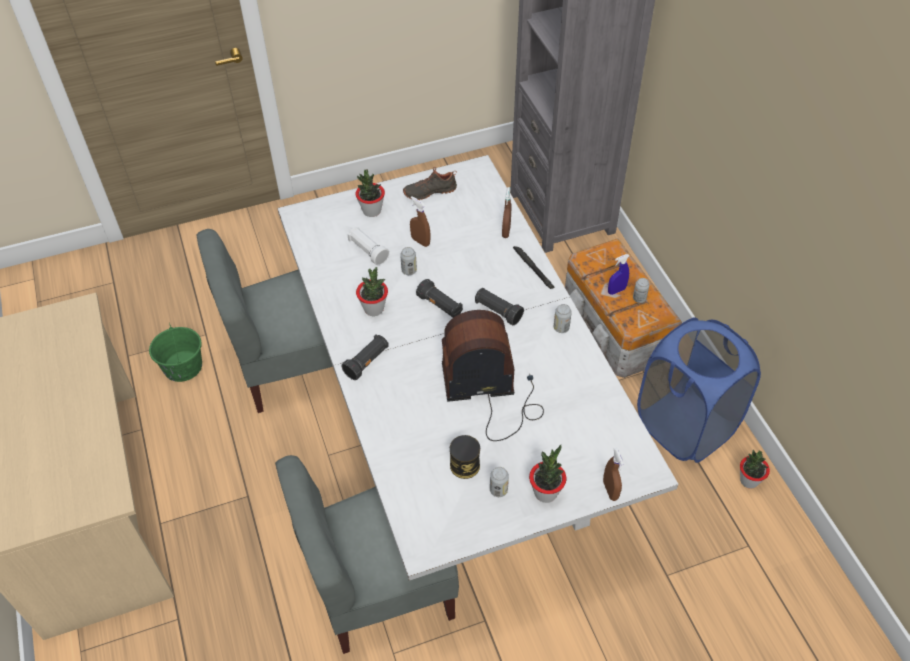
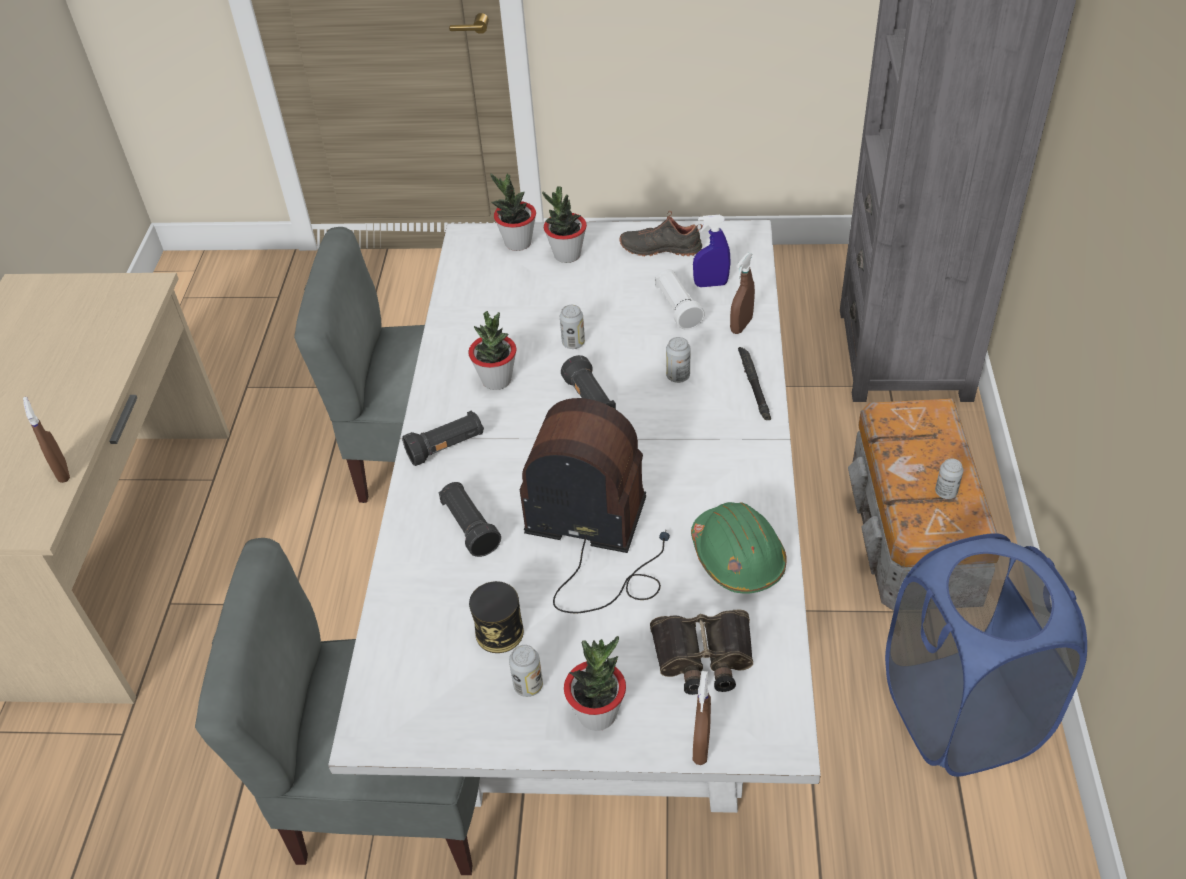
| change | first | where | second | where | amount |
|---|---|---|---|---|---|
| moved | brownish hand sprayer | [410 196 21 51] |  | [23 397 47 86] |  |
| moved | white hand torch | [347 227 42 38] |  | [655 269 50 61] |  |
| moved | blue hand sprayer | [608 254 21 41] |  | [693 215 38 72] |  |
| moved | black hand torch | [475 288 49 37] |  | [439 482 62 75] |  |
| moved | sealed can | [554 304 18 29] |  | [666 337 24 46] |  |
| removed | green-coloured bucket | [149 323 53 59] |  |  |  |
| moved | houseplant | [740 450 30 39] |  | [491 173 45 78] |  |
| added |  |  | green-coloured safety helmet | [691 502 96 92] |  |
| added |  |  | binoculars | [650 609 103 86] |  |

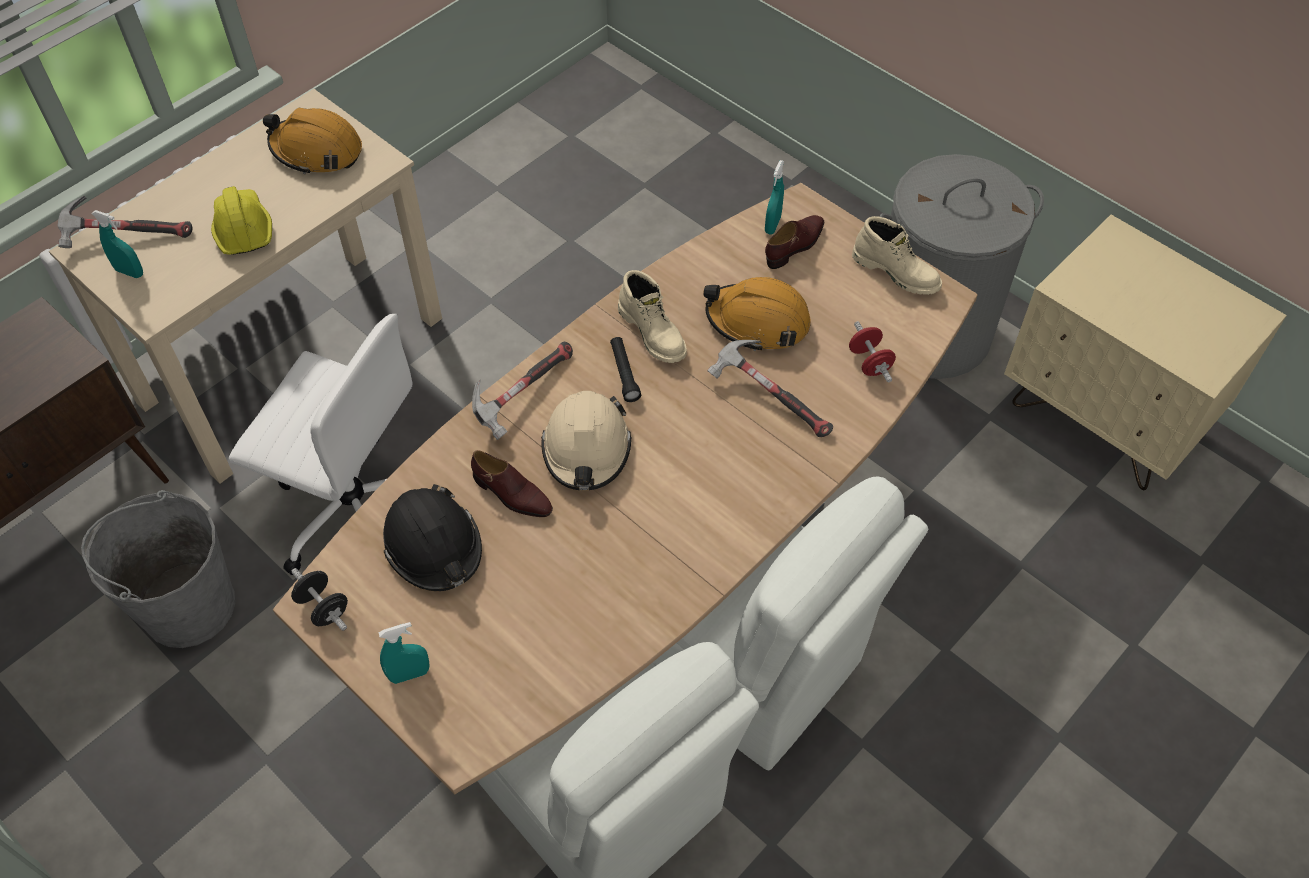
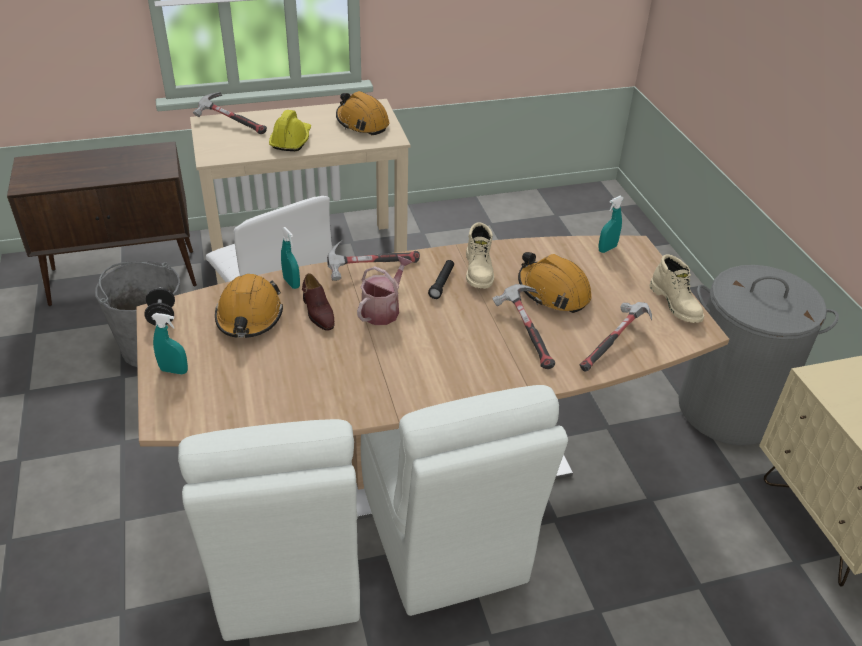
| change | first | where | second | where | amount |
|---|---|---|---|---|---|
| moved | blue-green hand sprayer | [91 210 52 68] |  | [281 227 19 62] |  |
| removed | brownish low shoe | [765 215 59 54] |  |  |  |
| replaced | reddish hand weight | [849 321 47 61] | hand hammer | [580 302 72 70] |  |
| replaced | beige safety helmet | [541 391 90 99] | watering can | [357 256 55 69] |  |
| recoloured | black safety helmet | [383 484 99 107] | orange-coloured safety helmet | [215 274 68 64] |  |

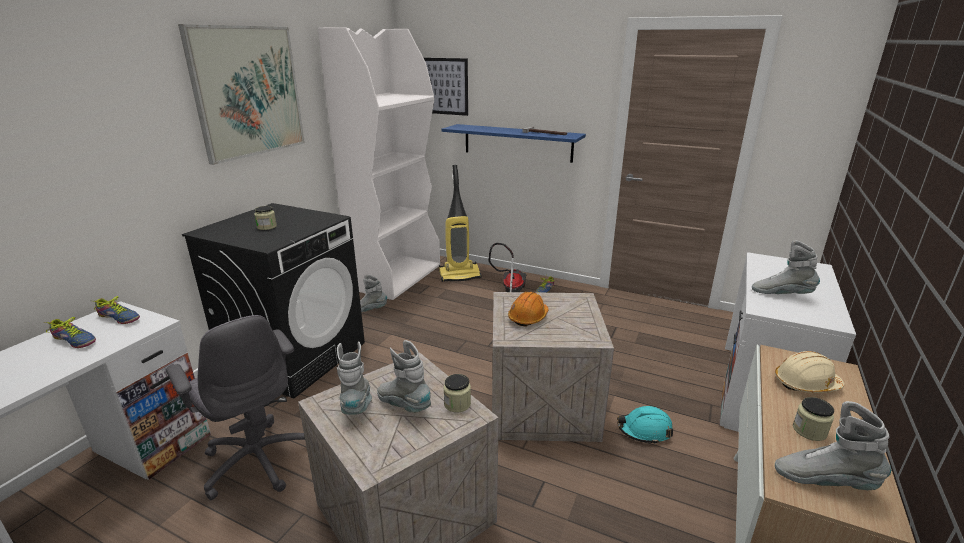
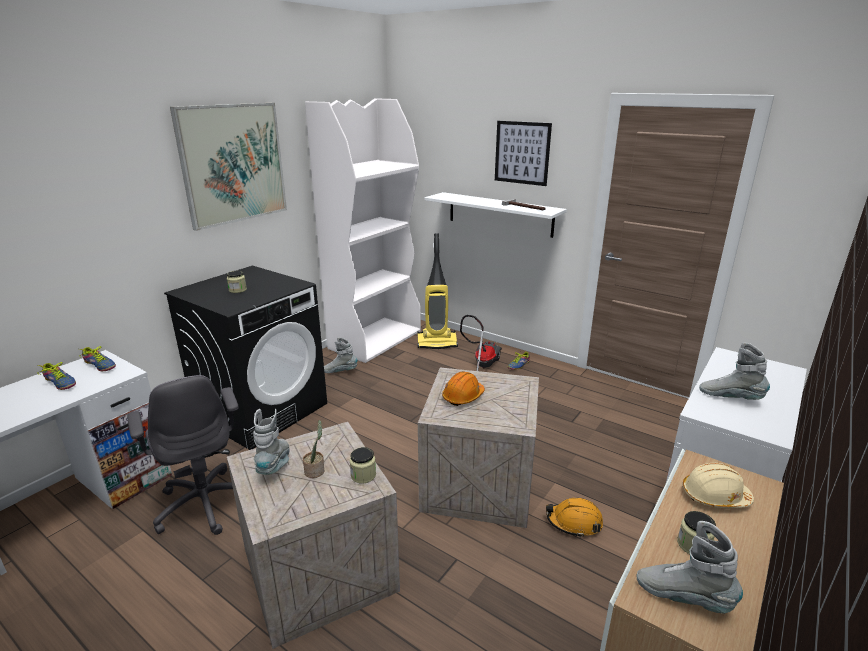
| change | first | where | second | where | amount |
|---|---|---|---|---|---|
| moved | wall art | [424 58 44 58] |  | [495 121 57 65] |  |
| recoloured | blue wall shelf | [442 124 144 39] | white wall shelf | [424 192 143 46] |  |
| replaced | grey boot | [377 340 54 73] | houseplant | [303 420 21 58] |  |
| recoloured | blue-green safety helmet | [617 406 56 38] | orange-coloured safety helmet | [546 498 57 40] |  |

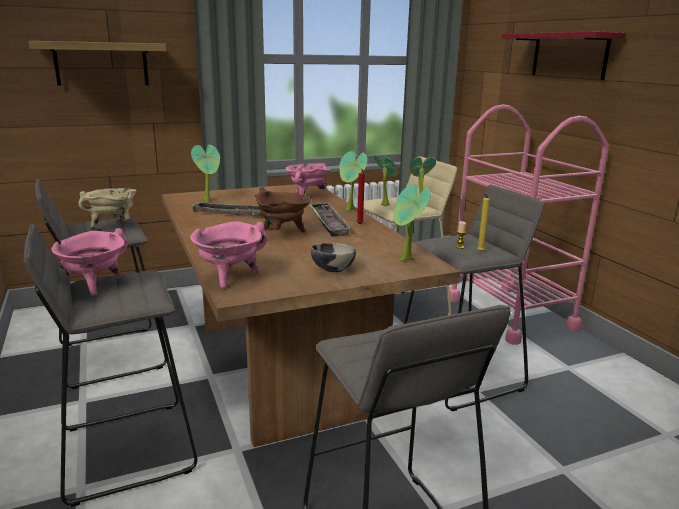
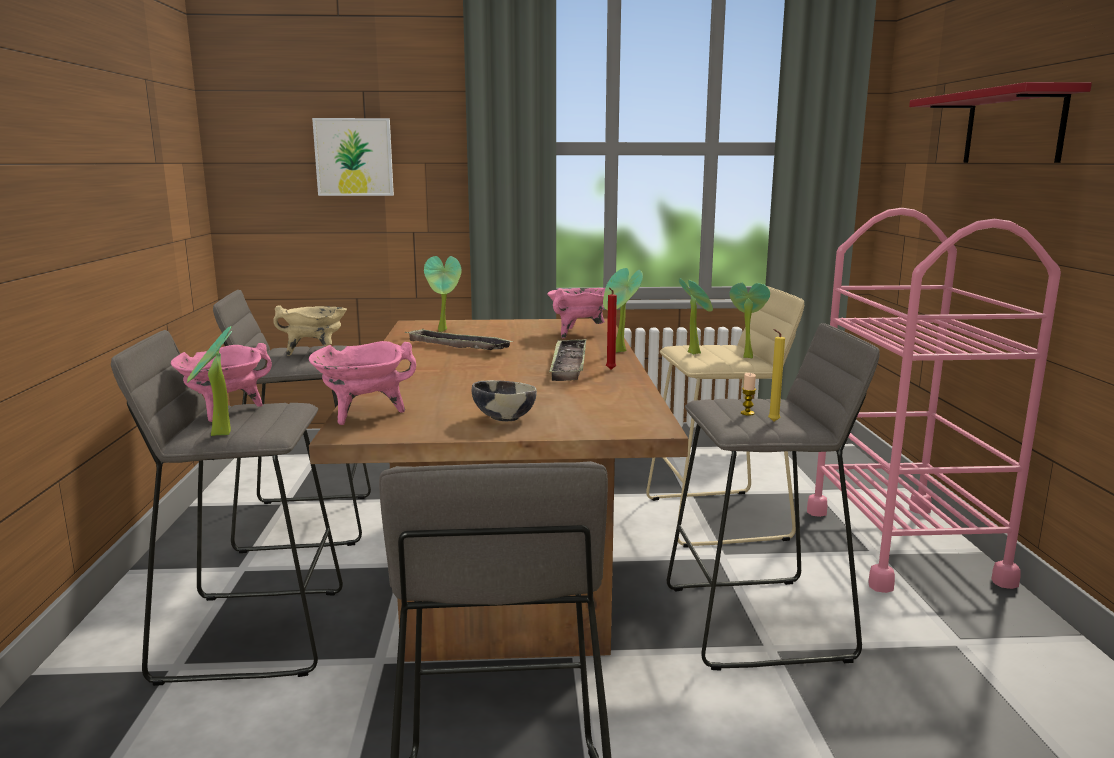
| change | first | where | second | where | amount |
|---|---|---|---|---|---|
| replaced | wall shelf | [29 41 137 45] | wall art | [312 118 82 78] |  |
| moved | houseplant | [393 184 38 77] |  | [186 326 46 110] |  |
| removed | brownish saucepot | [255 187 56 46] |  |  |  |

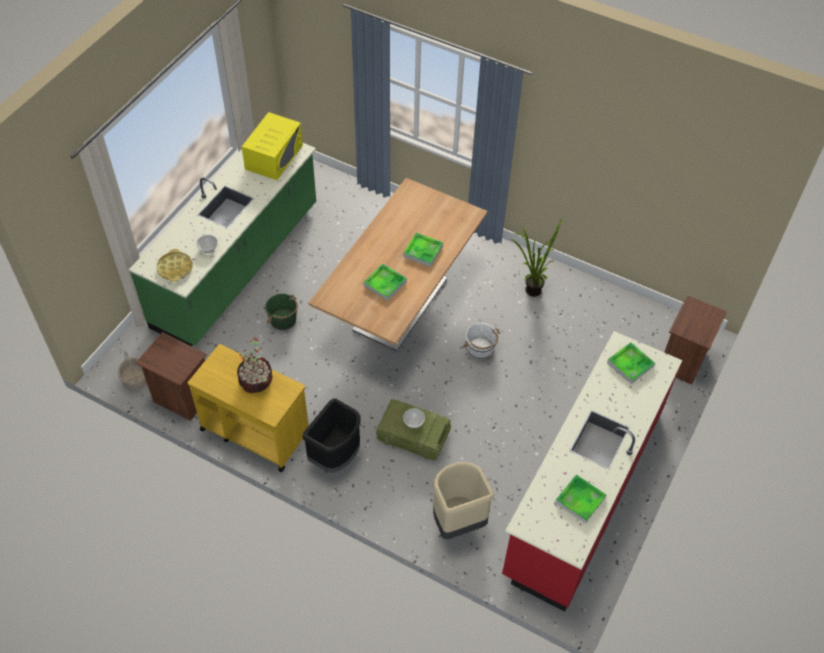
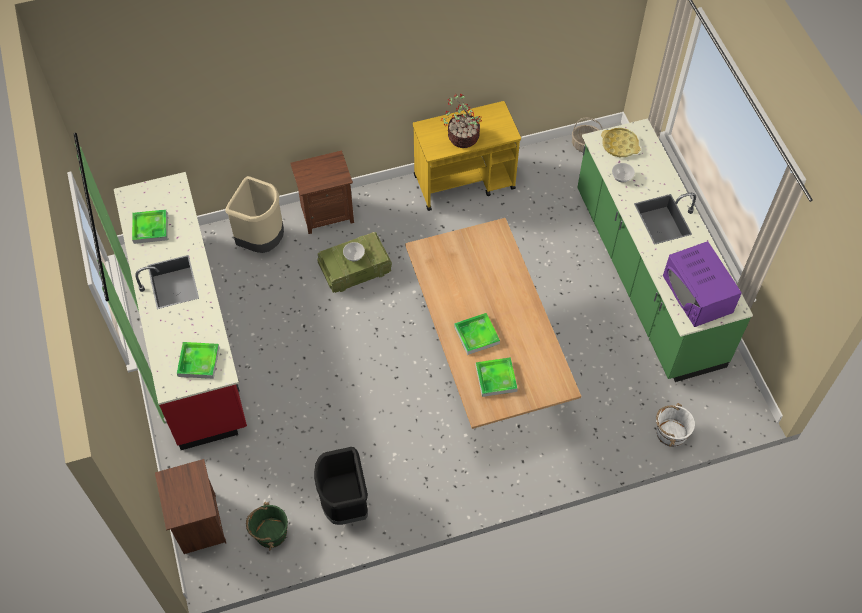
| change | first | where | second | where | amount |
|---|---|---|---|---|---|
| recoloured | yellowish kitchen microwave | [242 112 61 68] | purple-coloured kitchen microwave | [663 241 79 86] |  |
| removed | houseplant | [510 218 52 79] |  |  |  |
| moved | tray | [363 263 44 38] |  | [476 357 42 40] |  |
| moved | green-coloured bucket | [265 294 33 36] |  | [246 502 42 48] |  |
| moved | white bucket | [462 323 38 37] |  | [656 403 39 44] |  |
| moved | brownish bedside table | [136 332 71 89] |  | [290 150 64 84] |  |
| moved | black rubbish bin | [302 398 59 75] |  | [314 447 54 78] |  |

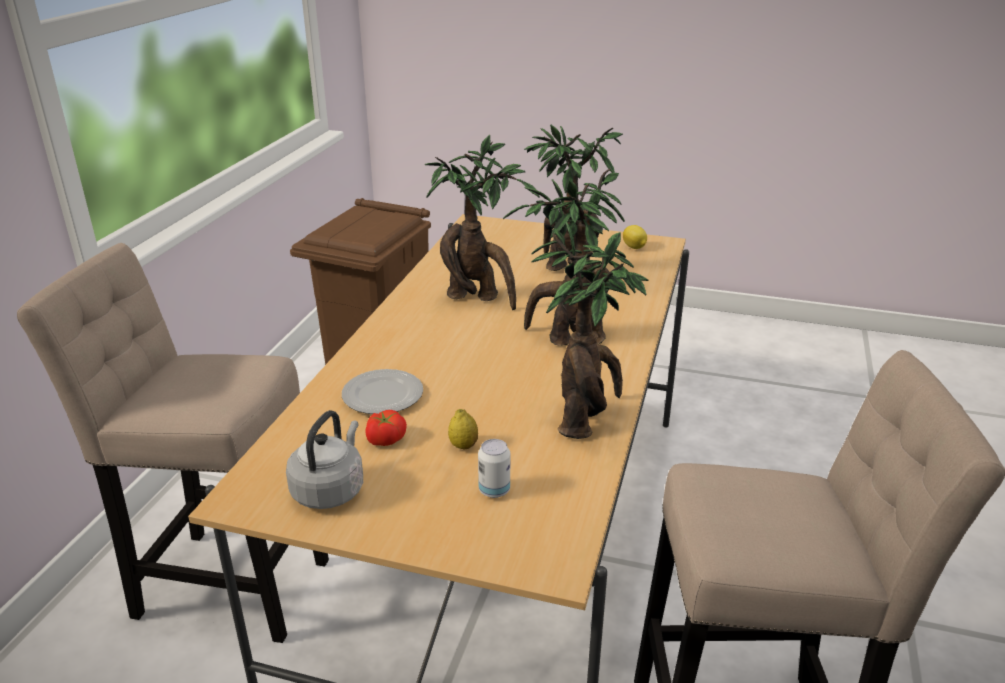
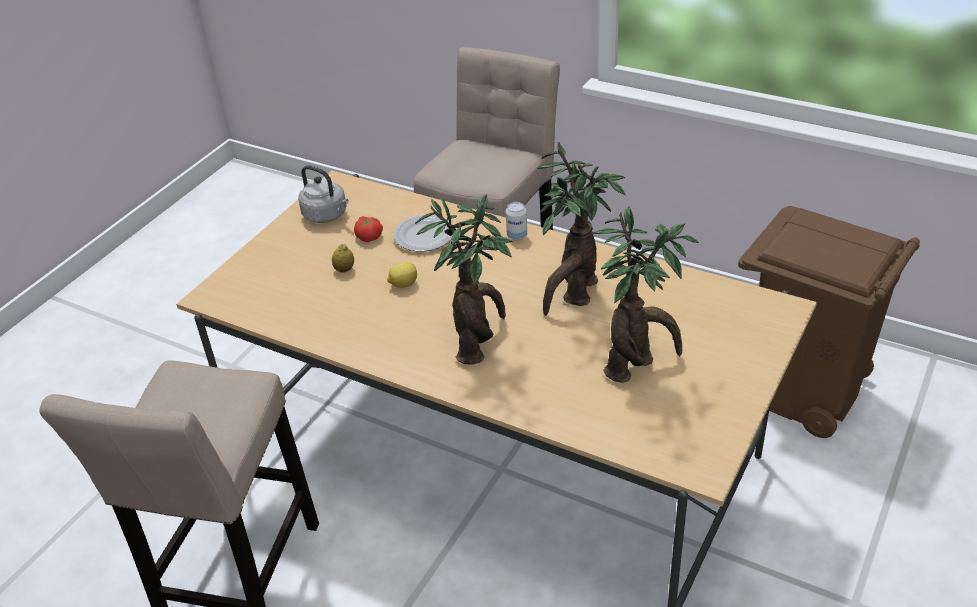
| change | first | where | second | where | amount |
|---|---|---|---|---|---|
| removed | houseplant | [531 221 118 218] |  |  |  |
| moved | lemon | [623 225 24 24] |  | [387 262 30 26] |  |
| moved | sealed can | [478 439 32 59] |  | [506 202 21 38] |  |

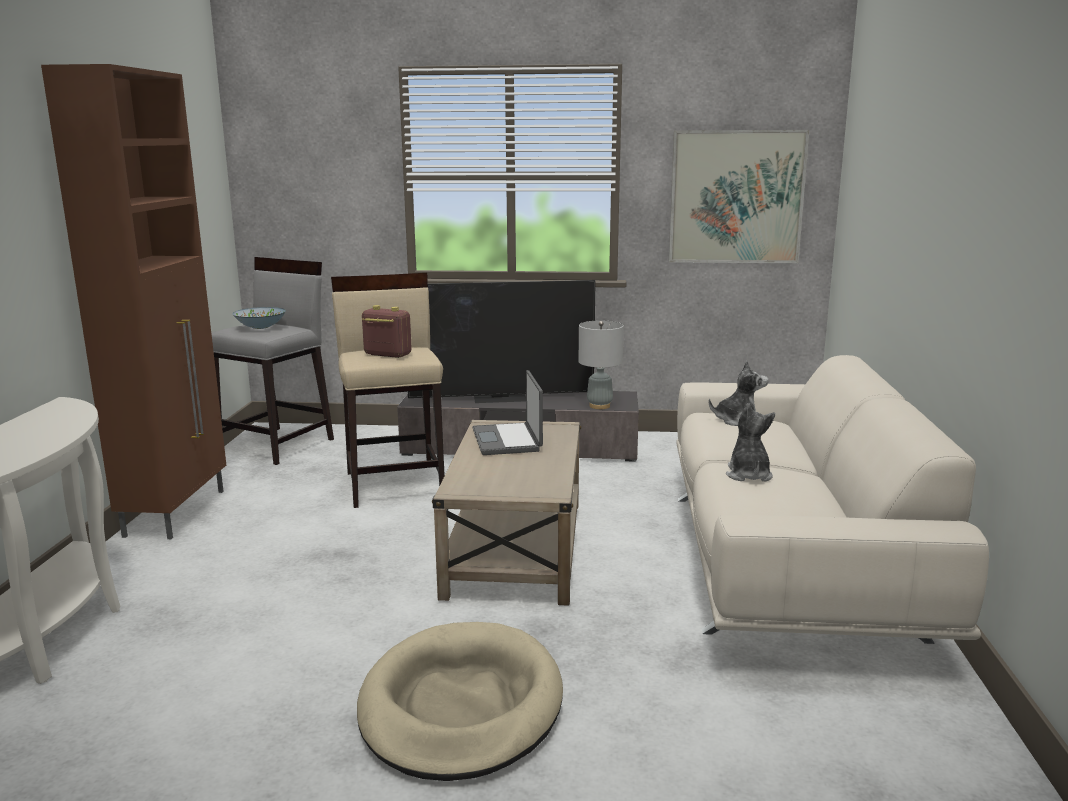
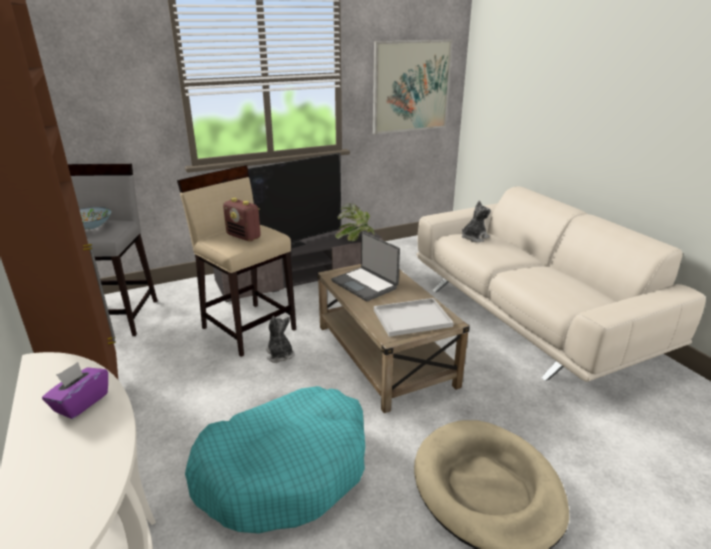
| change | first | where | second | where | amount |
|---|---|---|---|---|---|
| turned | radio set | [362 305 50 53] |  | [223 198 38 43] | 135 degrees counterclockwise |
| replaced | grey lamp for a table | [579 321 45 88] | houseplant | [335 203 40 38] |  |
| moved | soft toy | [726 403 49 79] |  | [266 316 28 47] |  |
| added |  |  | white tray | [374 298 80 39] |  |
| added |  |  | purple-coloured tissue holder | [42 362 66 57] |  |
| added |  |  | blue-green dog cushion | [185 386 180 147] |  |

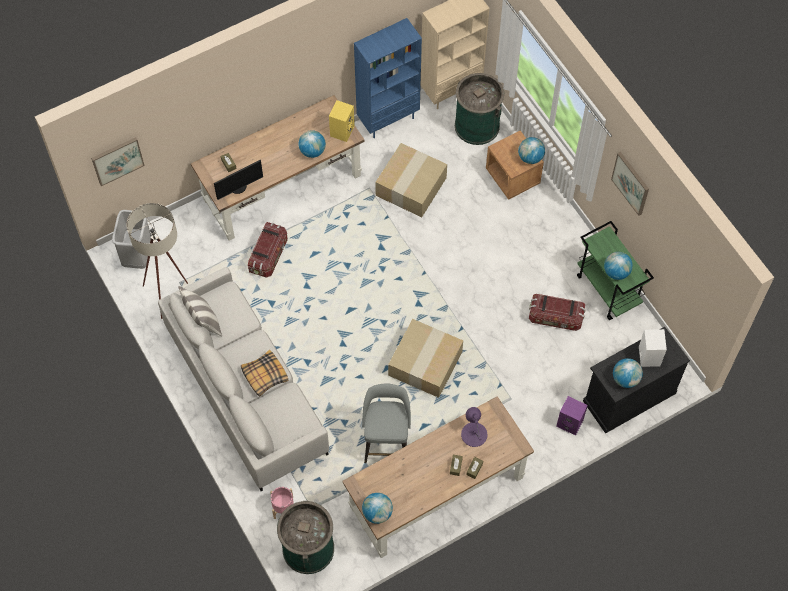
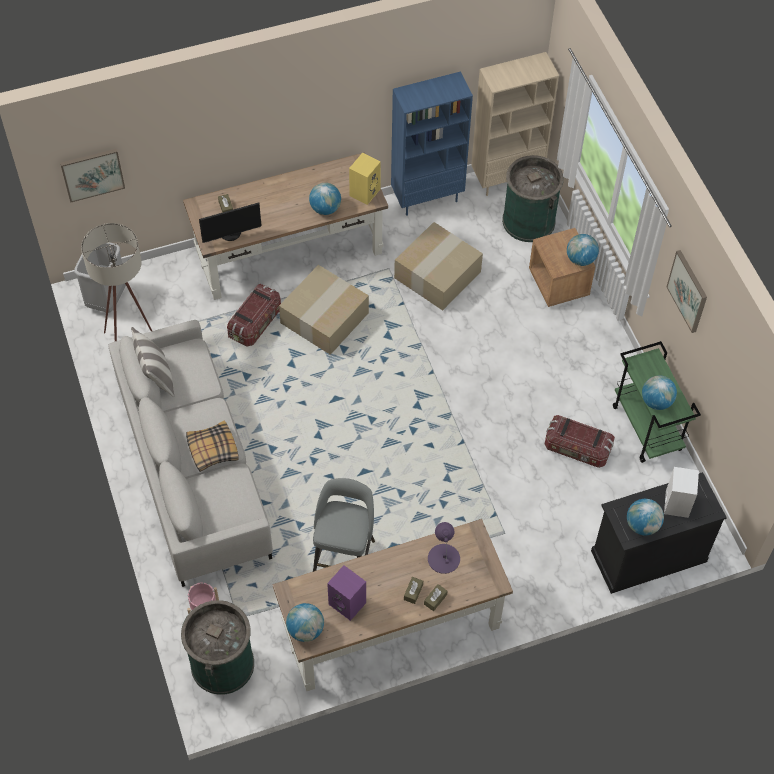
| change | first | where | second | where | amount |
|---|---|---|---|---|---|
| moved | packing box | [388 319 75 79] |  | [279 265 90 90] |  |
| moved | purple-coloured speaker | [557 396 31 40] |  | [327 565 39 56] |  |

